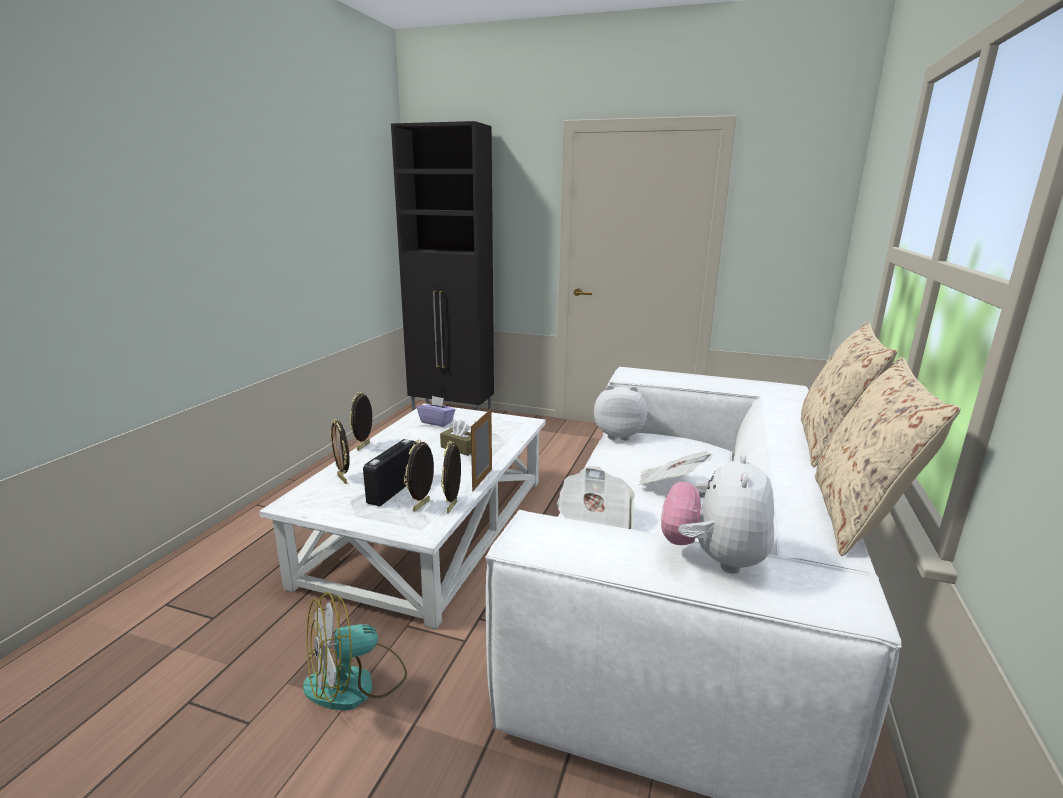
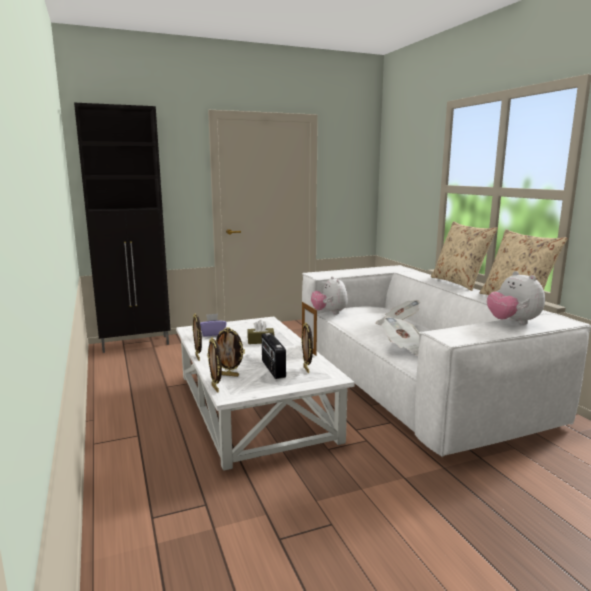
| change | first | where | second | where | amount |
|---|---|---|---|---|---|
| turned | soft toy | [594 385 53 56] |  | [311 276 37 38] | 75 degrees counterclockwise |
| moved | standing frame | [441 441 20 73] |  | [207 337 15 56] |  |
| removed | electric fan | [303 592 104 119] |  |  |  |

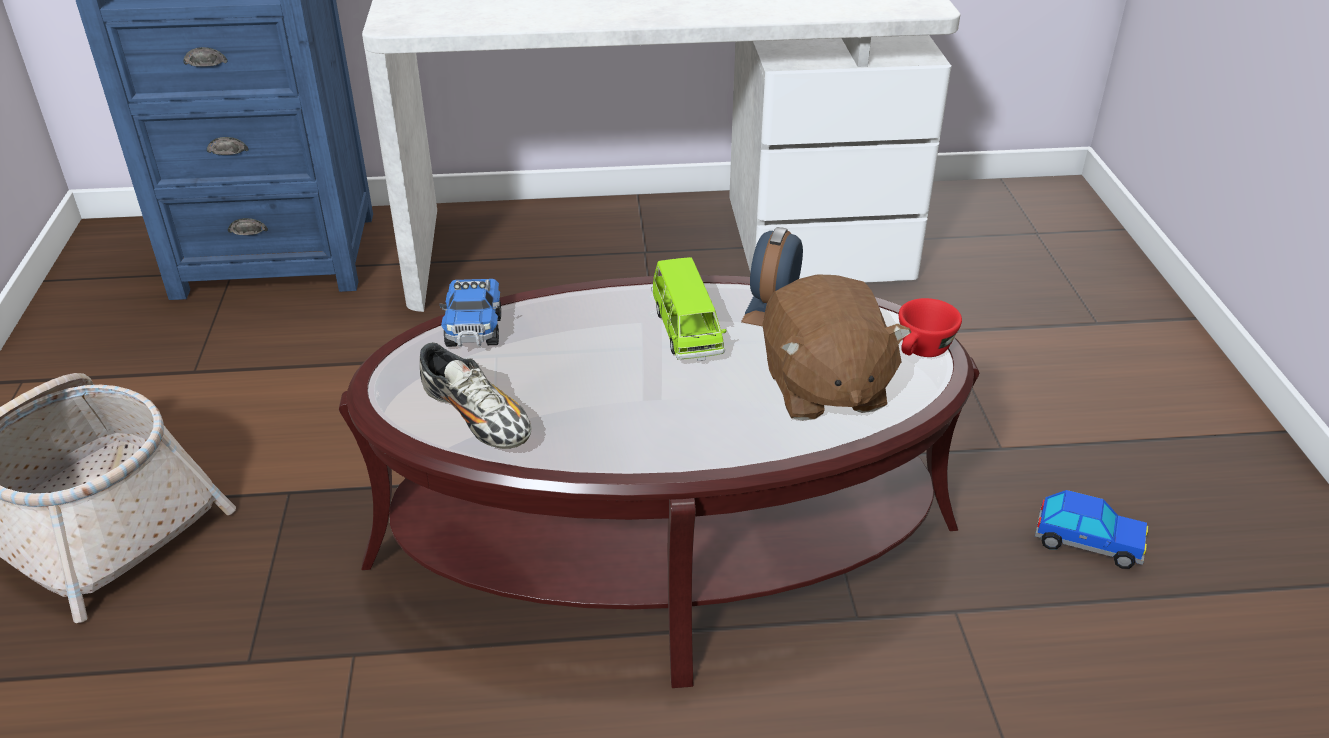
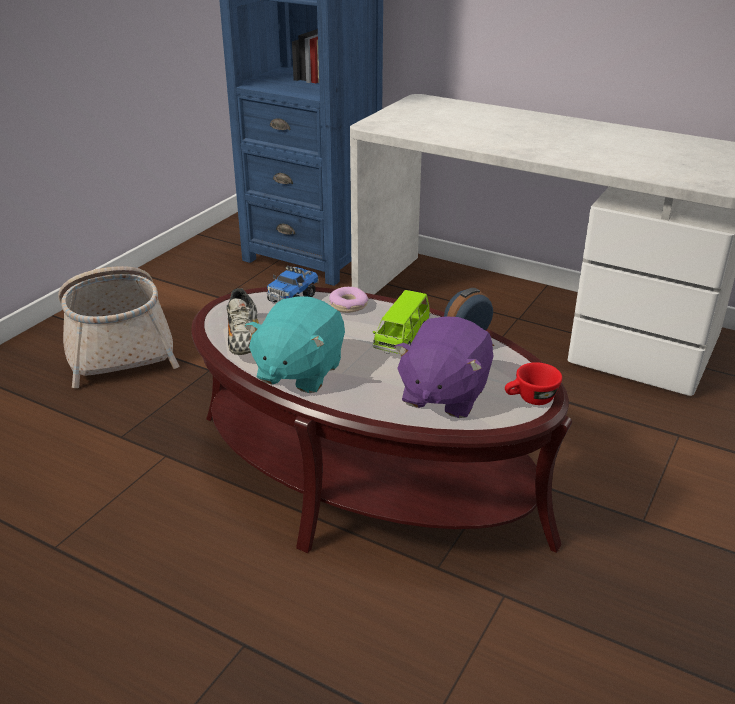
| change | first | where | second | where | amount |
|---|---|---|---|---|---|
| recoloured | brownish soft toy | [762 274 149 147] | purple-coloured soft toy | [394 316 100 102] |  |
| removed | miniature car | [1035 490 113 79] |  |  |  |
| added |  |  | donut | [329 287 39 26] |  |
| added |  |  | blue-green soft toy | [245 296 100 97] |  |

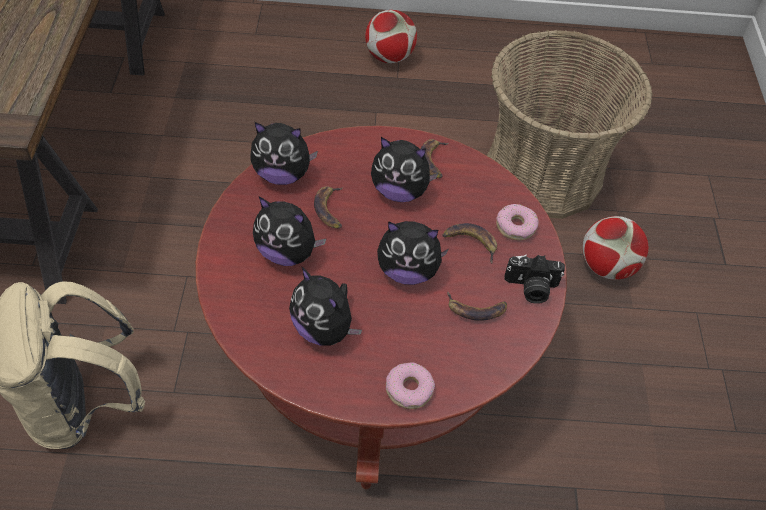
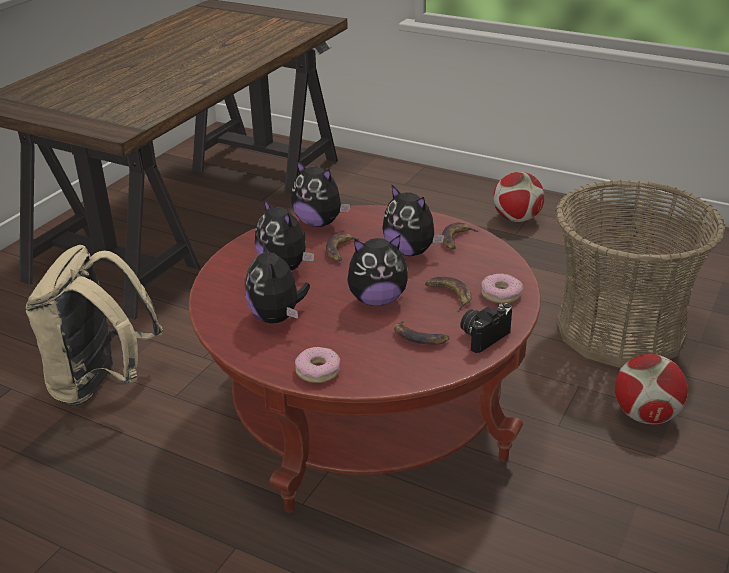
| change | first | where | second | where | amount |
|---|---|---|---|---|---|
| turned | soft toy | [377 221 72 64] |  | [347 234 62 72] | 45 degrees counterclockwise |
| turned | still camera | [504 254 61 50] |  | [460 303 52 50] | 105 degrees clockwise |

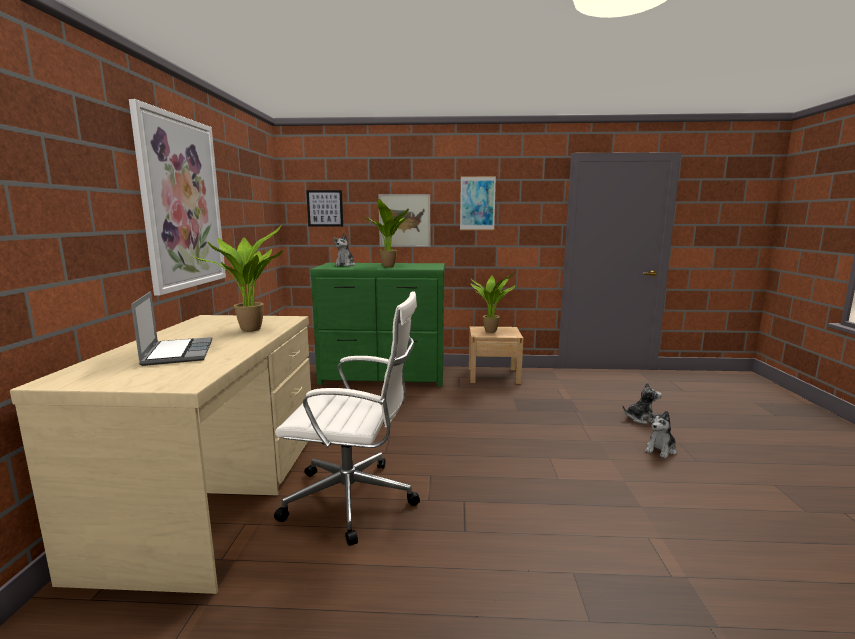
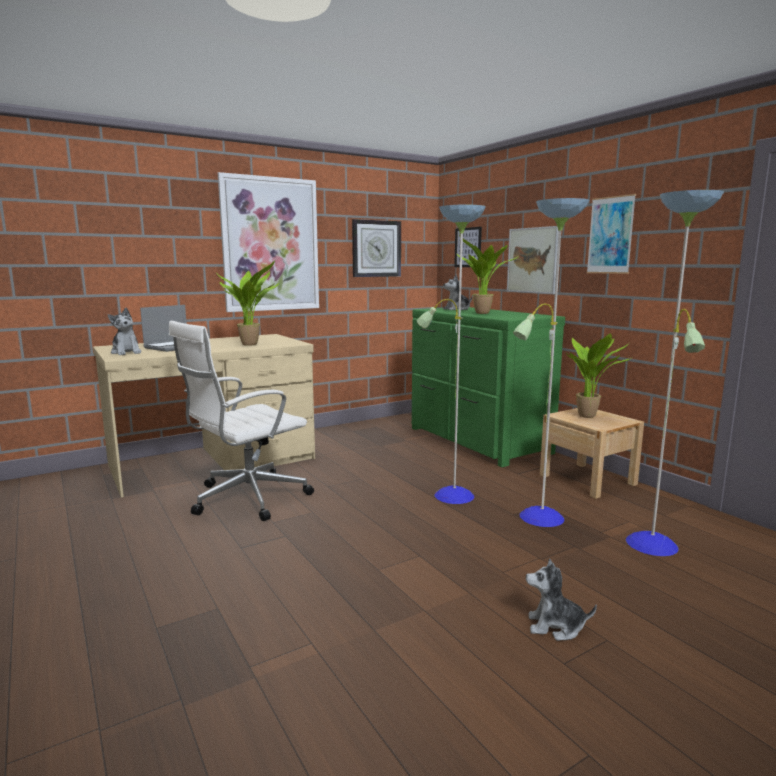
| change | first | where | second | where | amount |
|---|---|---|---|---|---|
| turned | white office chair | [274 291 146 255] |  | [169 321 145 200] | 75 degrees clockwise |
| moved | soft toy | [622 382 40 42] |  | [108 308 34 47] |  |
| added |  |  | standing lamp | [417 190 307 366] |  |
| added |  |  | wall clock | [352 219 49 58] |  |

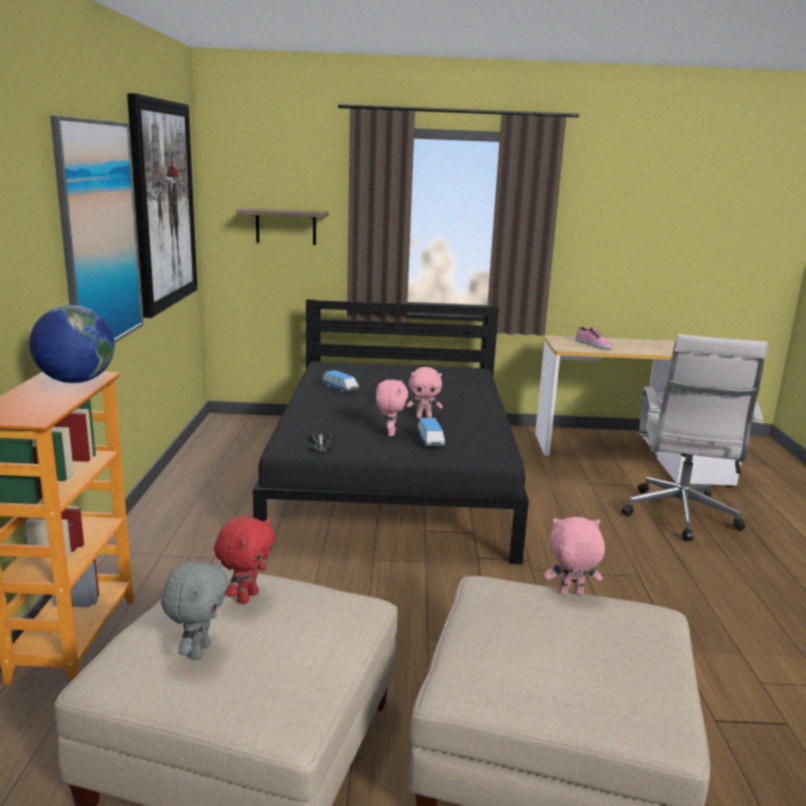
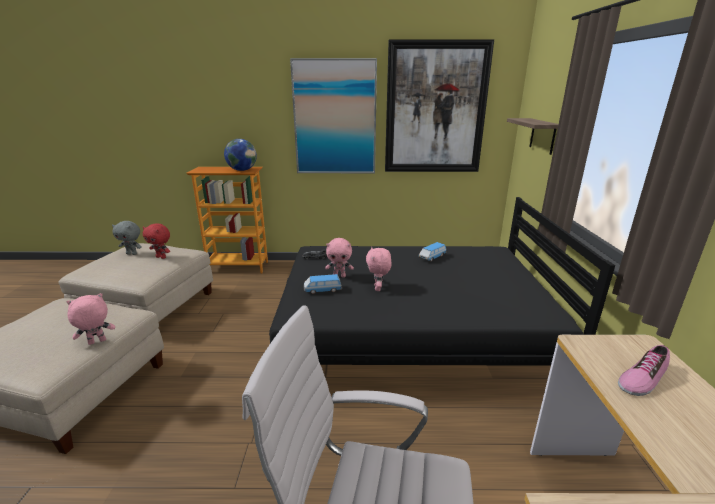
| change | first | where | second | where | amount |
|---|---|---|---|---|---|
| turned | pink-coloured soft toy | [544 517 61 78] |  | [66 293 49 52] | 120 degrees counterclockwise |

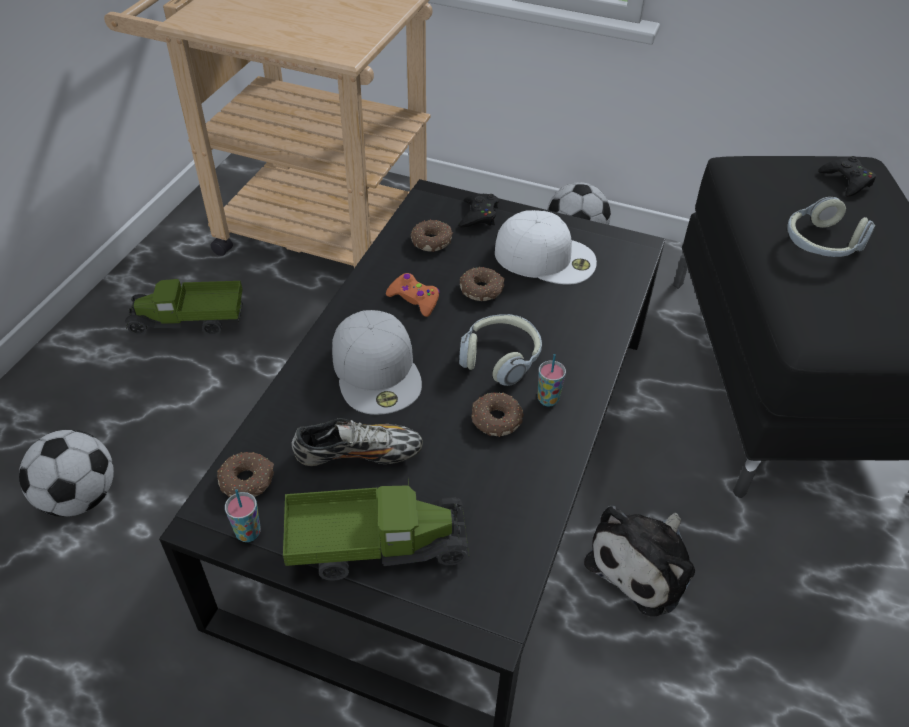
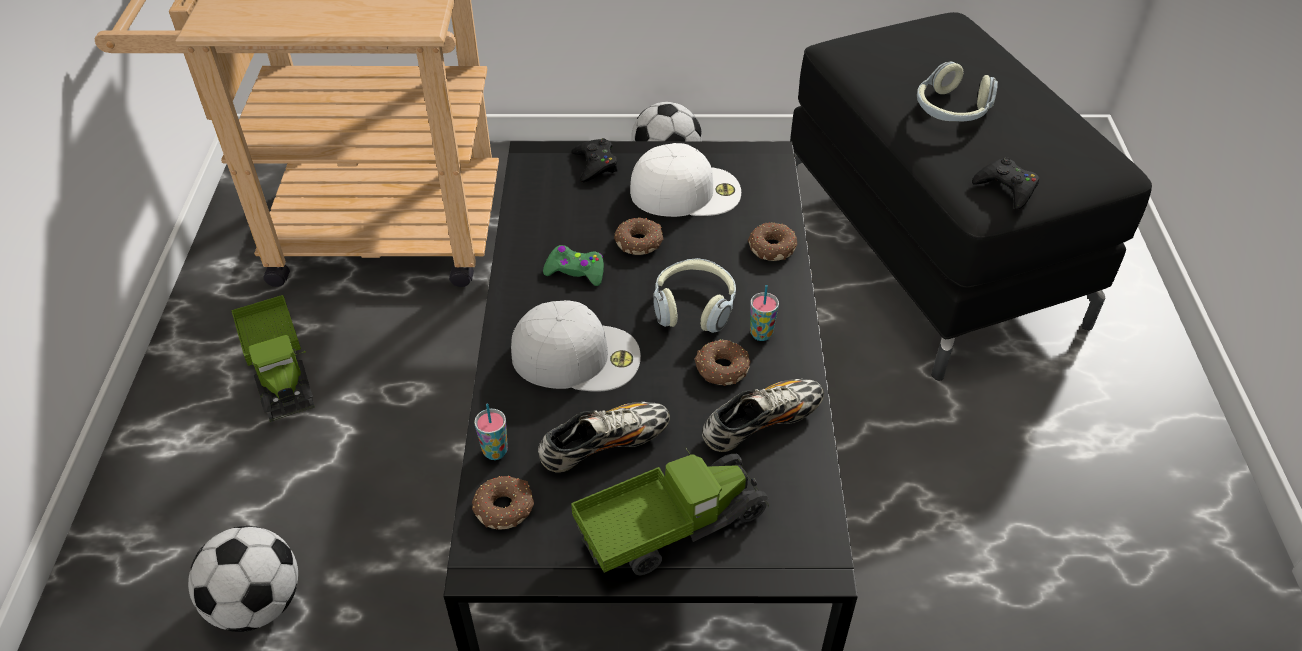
| change | first | where | second | where | amount |
|---|---|---|---|---|---|
| moved | black gamepad | [818 156 58 41] |  | [972 157 67 53] |  |
| moved | donut | [410 220 43 32] |  | [748 222 49 39] |  |
| recoloured | orange-coloured gamepad | [386 273 54 44] | green-coloured gamepad | [543 245 61 41] |  |
| turned | toy lorry | [125 279 118 57] |  | [231 295 84 127] | 90 degrees counterclockwise |
| turned | white peaked cap | [332 310 90 105] |  | [511 300 130 92] | 45 degrees counterclockwise |
| moved | drinking cup | [225 489 36 53] |  | [474 404 34 56] |  |
| removed | soft toy | [584 506 111 111] |  |  |  |
| added |  |  | low shoe | [702 379 122 73] |  |

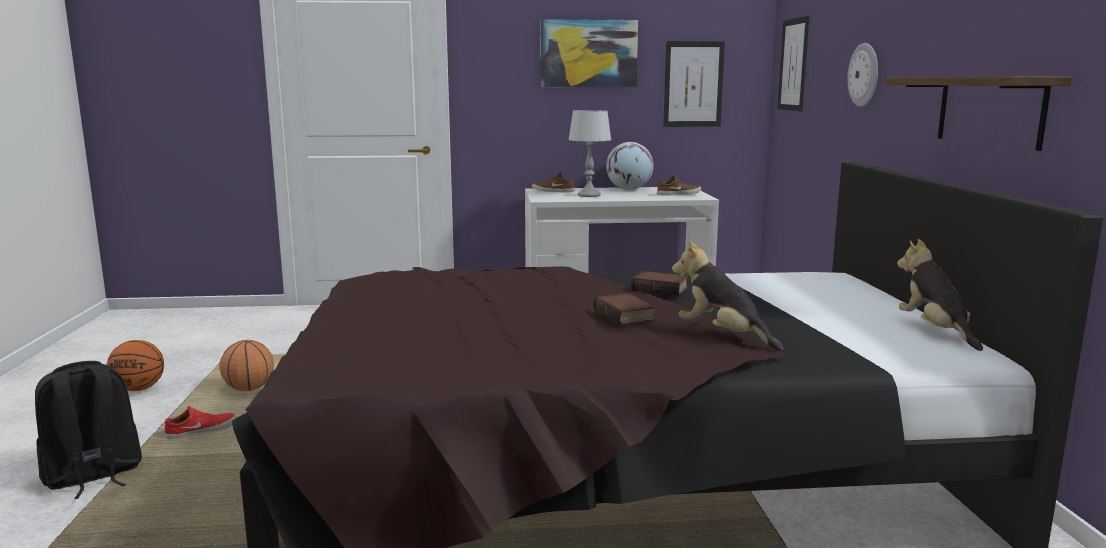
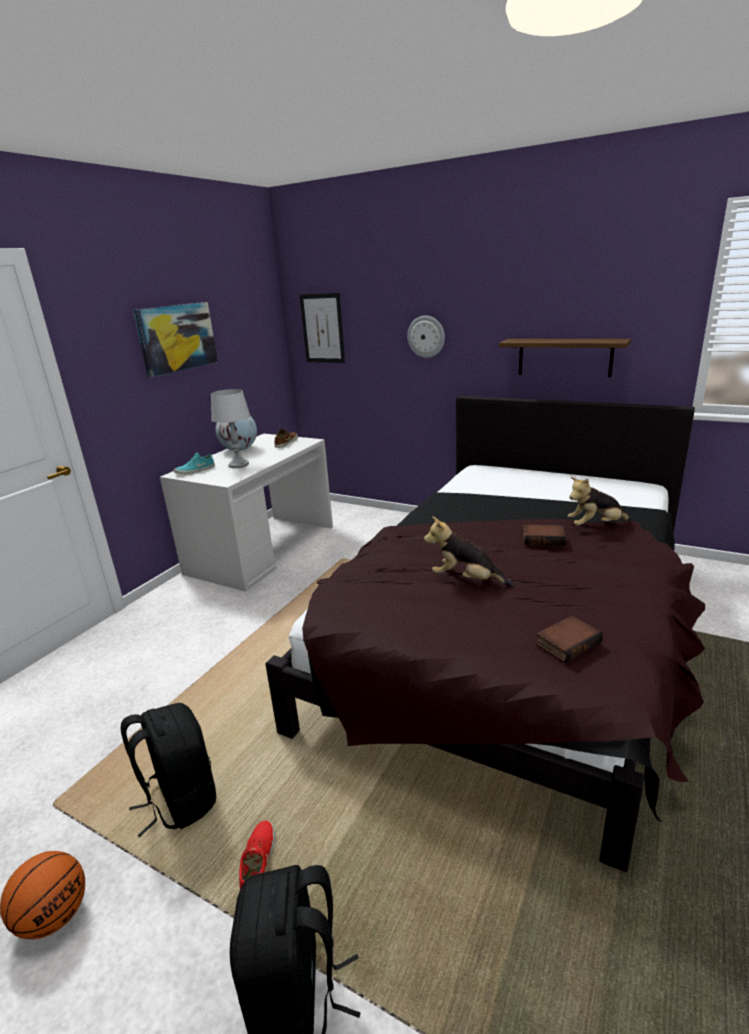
| change | first | where | second | where | amount |
|---|---|---|---|---|---|
| removed | wall art | [663 41 62 86] |  |  |  |
| recoloured | brownish low shoe | [532 172 43 20] | blue-green low shoe | [174 453 41 21] |  |
| moved | soft toy | [897 239 86 112] |  | [424 516 90 70] |  |
| moved | volume | [631 271 57 25] |  | [536 616 67 47] |  |
| replaced | basketball ball | [220 340 54 51] | black knapsack | [121 703 95 134] |  |

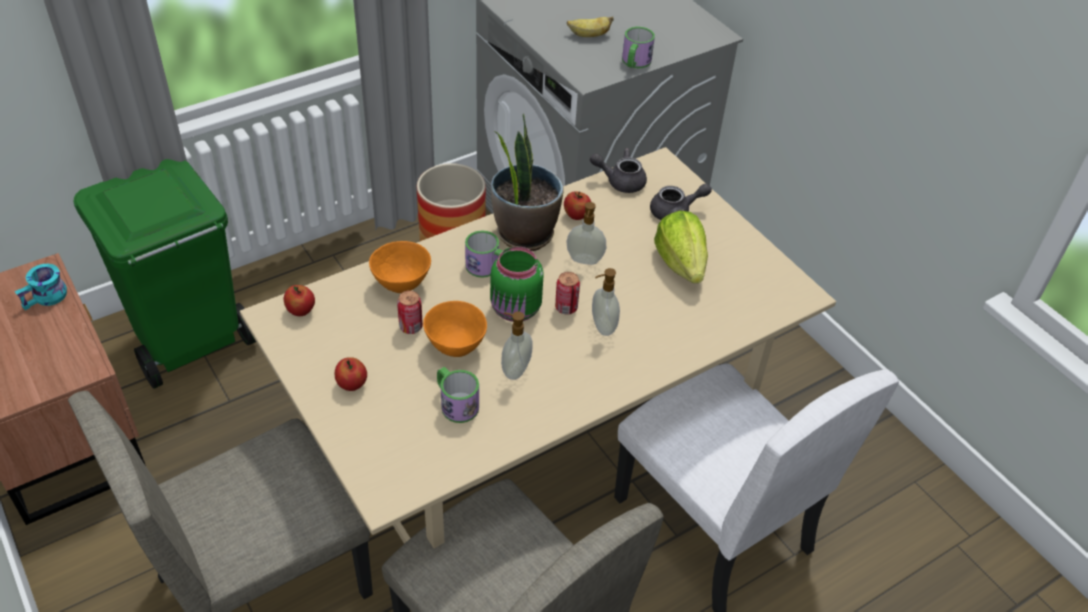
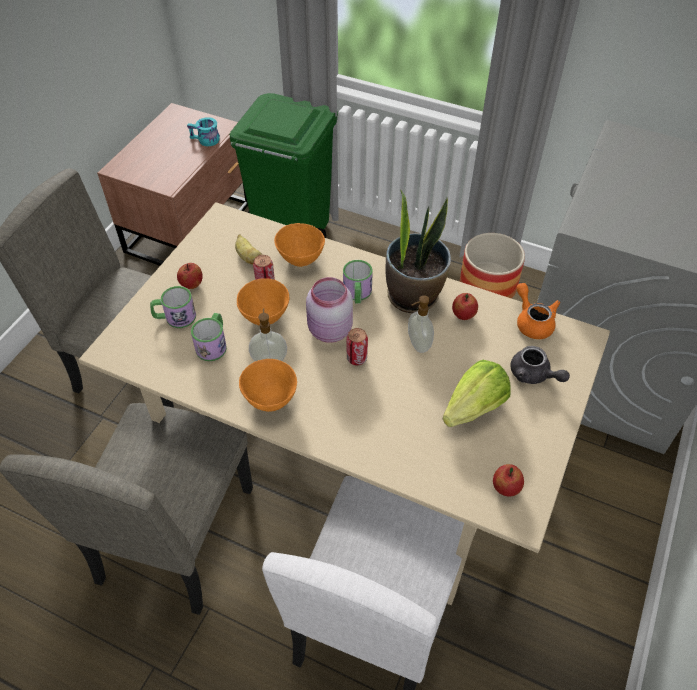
| change | first | where | second | where | amount |
|---|---|---|---|---|---|
| moved | banana | [567 17 47 20] |  | [235 234 28 31] |  |
| moved | tea mug | [622 27 33 41] |  | [150 286 46 42] |  |
| recoloured | grey pot for tea | [590 148 57 45] | orange-coloured pot for tea | [516 283 44 56] |  |
| recoloured | green-coloured jar | [490 246 54 76] | pink-coloured jar | [306 277 47 66] |  |
| removed | soap dispenser | [592 268 28 68] |  |  |  |
| moved | apple | [283 285 32 31] |  | [493 464 31 32] |  |
| added |  |  | orange-coloured bowl | [239 359 58 53] |  |

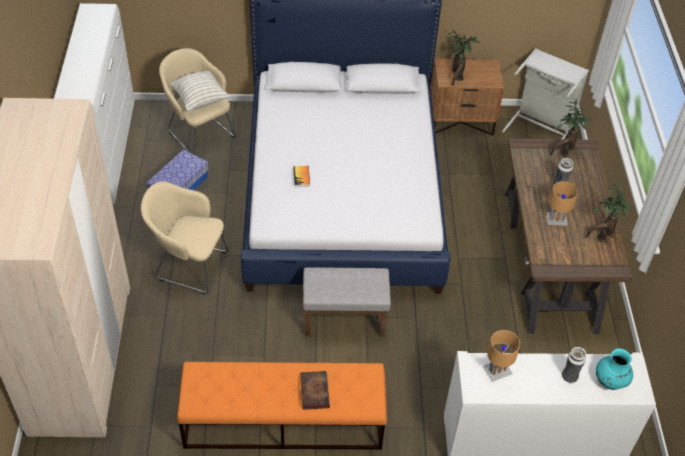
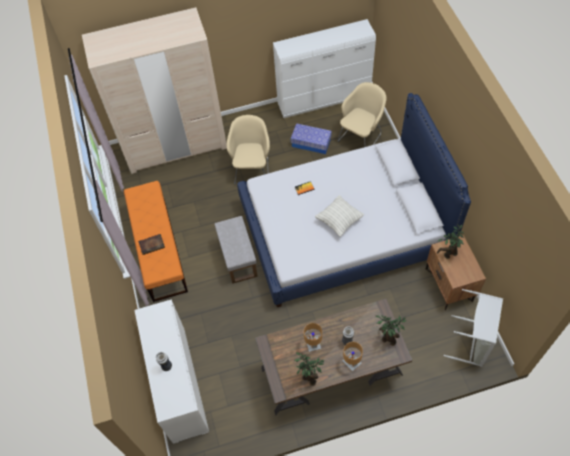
| change | first | where | second | where | amount |
|---|---|---|---|---|---|
| moved | pillow | [171 71 59 41] |  | [315 195 49 42] |  |
| moved | brownish lamp for a table | [483 330 37 51] |  | [342 342 21 29] |  |
| removed | blue-green vase | [596 348 37 42] |  |  |  |

